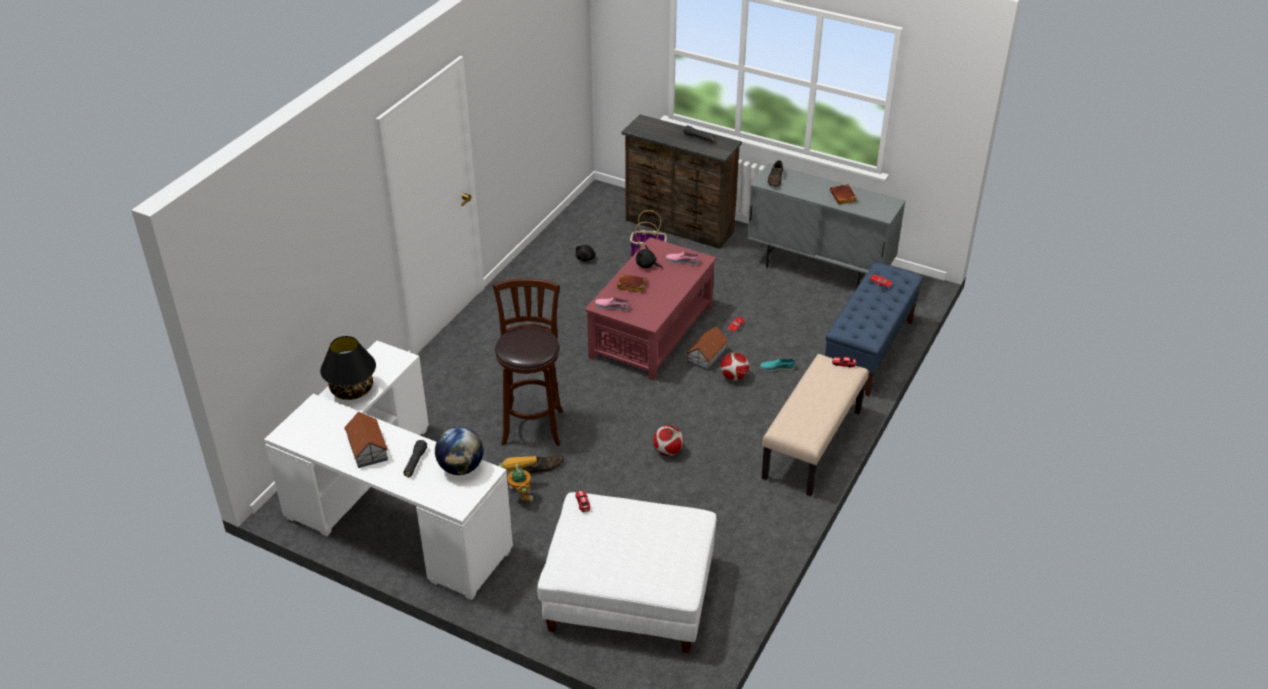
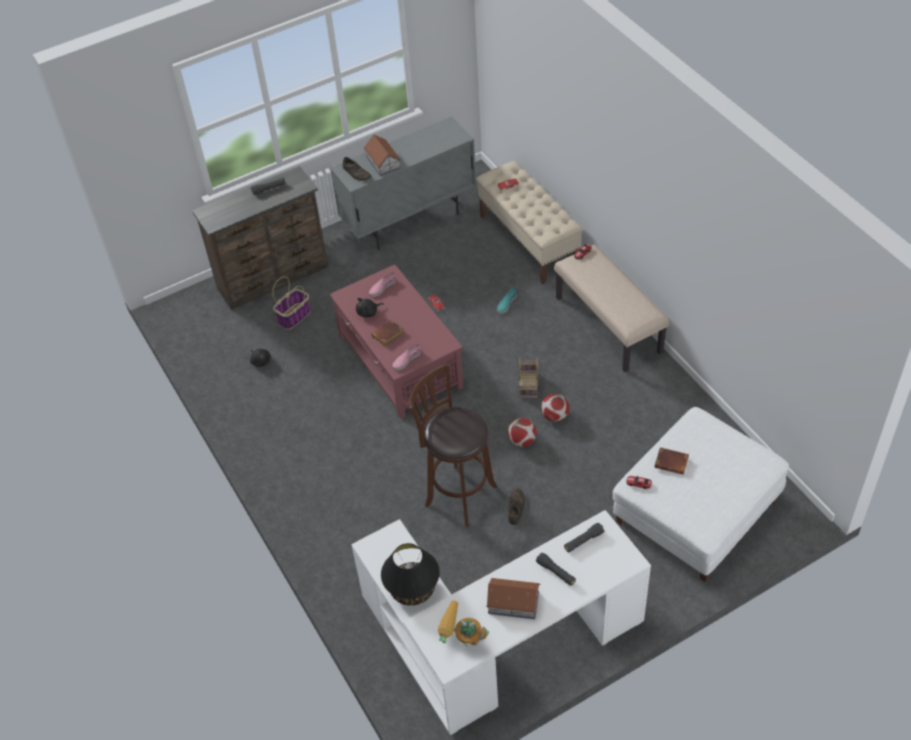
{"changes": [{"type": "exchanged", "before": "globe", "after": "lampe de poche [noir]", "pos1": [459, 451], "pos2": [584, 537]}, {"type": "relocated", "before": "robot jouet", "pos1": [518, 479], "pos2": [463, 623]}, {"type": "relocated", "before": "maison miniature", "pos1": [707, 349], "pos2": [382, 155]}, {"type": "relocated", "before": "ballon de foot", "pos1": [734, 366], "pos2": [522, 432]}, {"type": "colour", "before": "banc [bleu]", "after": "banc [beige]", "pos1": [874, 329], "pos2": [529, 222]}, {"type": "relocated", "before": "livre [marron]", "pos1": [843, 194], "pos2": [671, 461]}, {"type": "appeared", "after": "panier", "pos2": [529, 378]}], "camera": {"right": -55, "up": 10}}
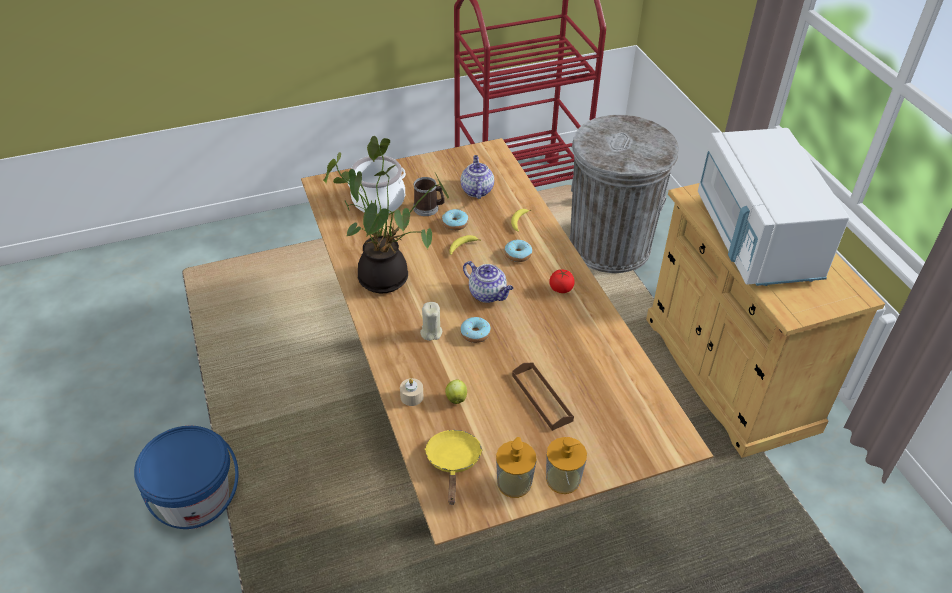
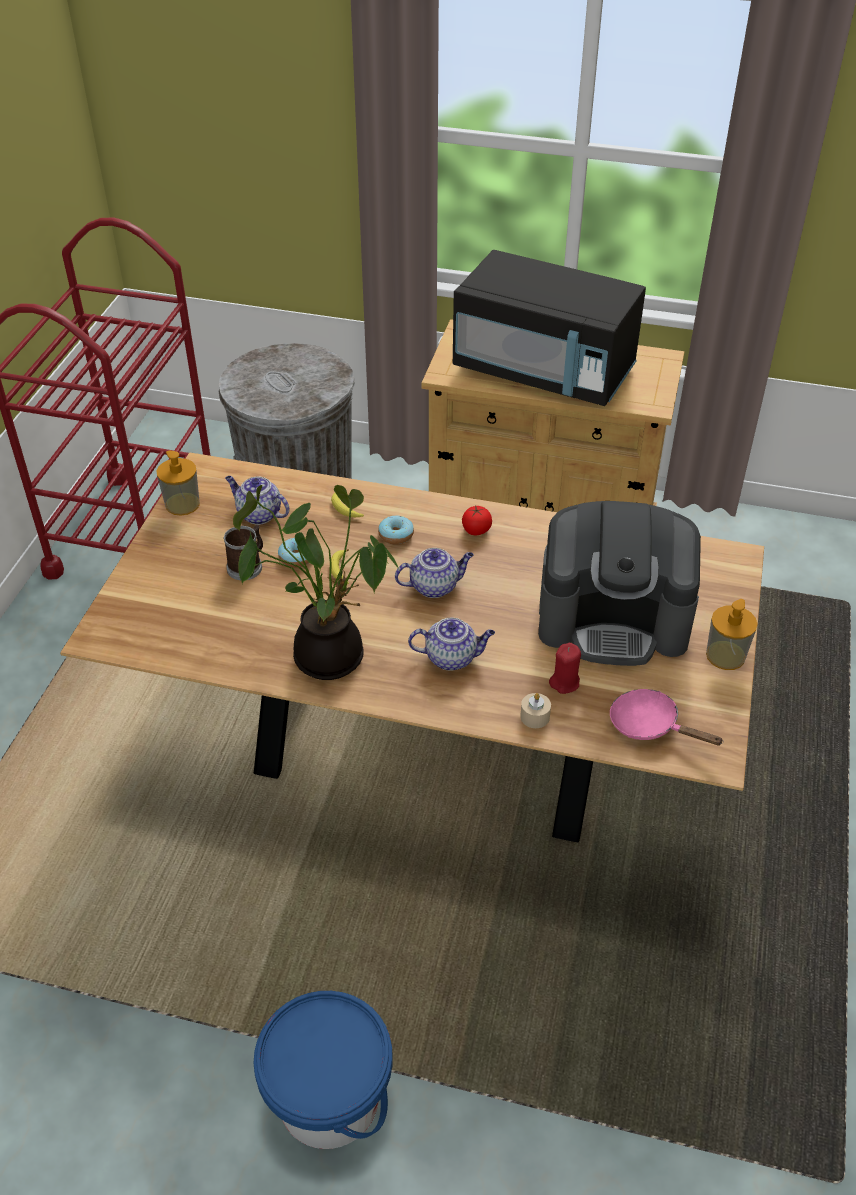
{"changes": [{"type": "missing", "before": "marmite", "pos1": [377, 184]}, {"type": "exchanged", "before": "bougie [beige]", "after": "théière", "pos1": [431, 321], "pos2": [451, 644]}, {"type": "colour", "before": "poêle [jaune]", "after": "poêle [rose]", "pos1": [454, 467], "pos2": [667, 717]}, {"type": "exchanged", "before": "pomme", "after": "bougie [rouge]", "pos1": [456, 392], "pos2": [565, 668]}, {"type": "missing", "before": "beignet", "pos1": [475, 330]}, {"type": "relocated", "before": "distributeur de savon", "pos1": [516, 467], "pos2": [178, 483]}, {"type": "exchanged", "before": "plateau [marron]", "after": "machine à café", "pos1": [543, 396], "pos2": [619, 583]}, {"type": "colour", "before": "micro-ondes [blanc]", "after": "micro-ondes [noir]", "pos1": [773, 207], "pos2": [549, 328]}], "camera": {"right": -55, "up": 0}}
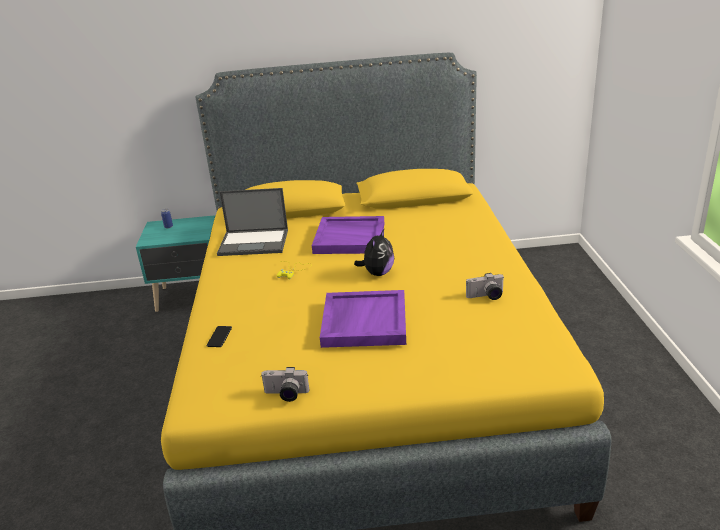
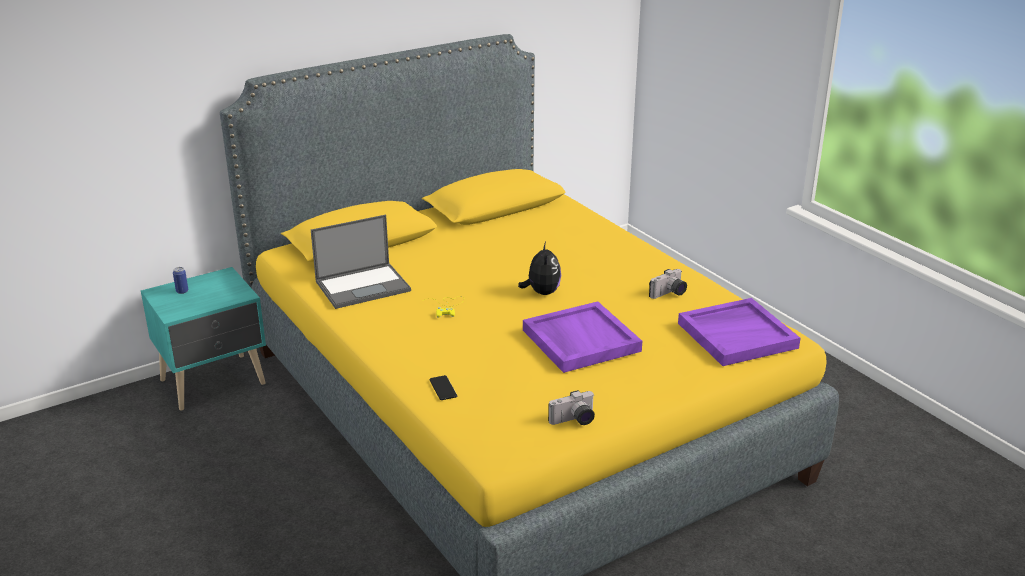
{"changes": [{"type": "relocated", "before": "plateau [violet]", "pos1": [348, 235], "pos2": [739, 332]}], "camera": {"right": -30, "up": 0}}
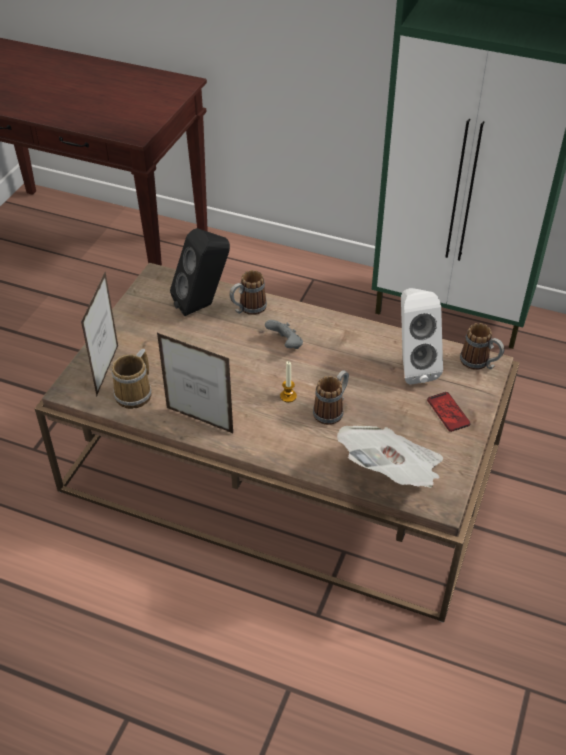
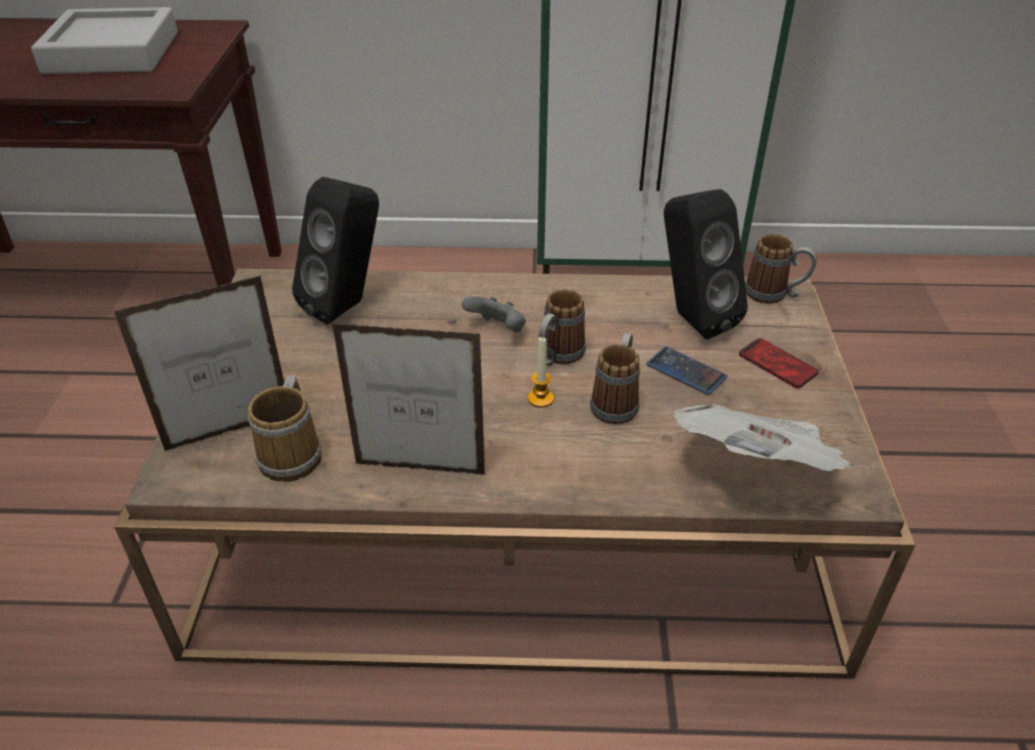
{"changes": [{"type": "spun", "before": "cadre photo", "pos1": [99, 334], "pos2": [199, 363], "turn": -105}, {"type": "relocated", "before": "mug", "pos1": [248, 292], "pos2": [562, 328]}, {"type": "colour", "before": "enceinte [blanc]", "after": "enceinte [noir]", "pos1": [422, 336], "pos2": [706, 264]}, {"type": "appeared", "after": "plateau [gris]", "pos2": [104, 40]}, {"type": "appeared", "after": "téléphone", "pos2": [686, 370]}], "camera": {"right": -20, "up": -5}}
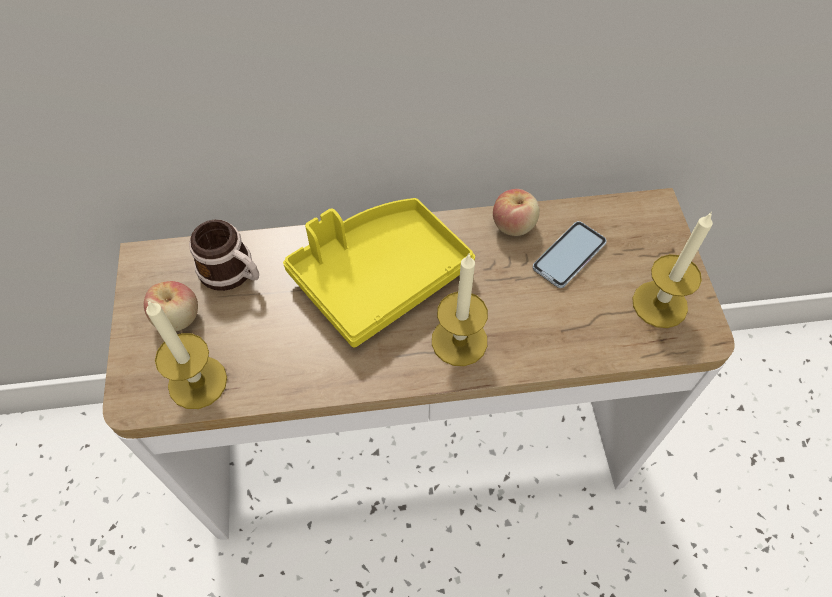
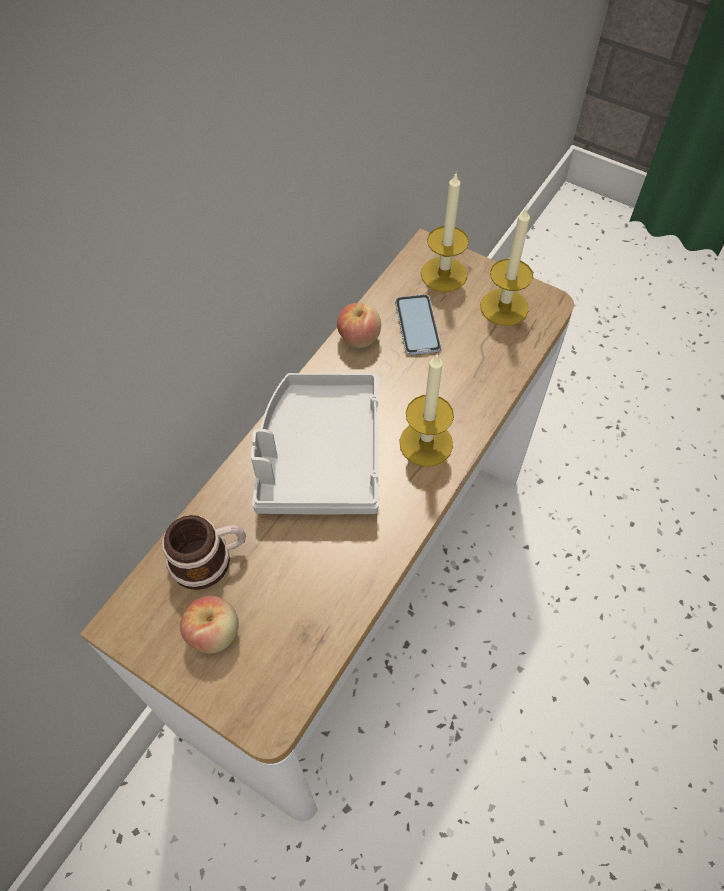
{"changes": [{"type": "relocated", "before": "bougie", "pos1": [186, 354], "pos2": [445, 233]}, {"type": "colour", "before": "plateau [jaune]", "after": "plateau [gris]", "pos1": [379, 273], "pos2": [315, 443]}], "camera": {"right": -50, "up": 0}}
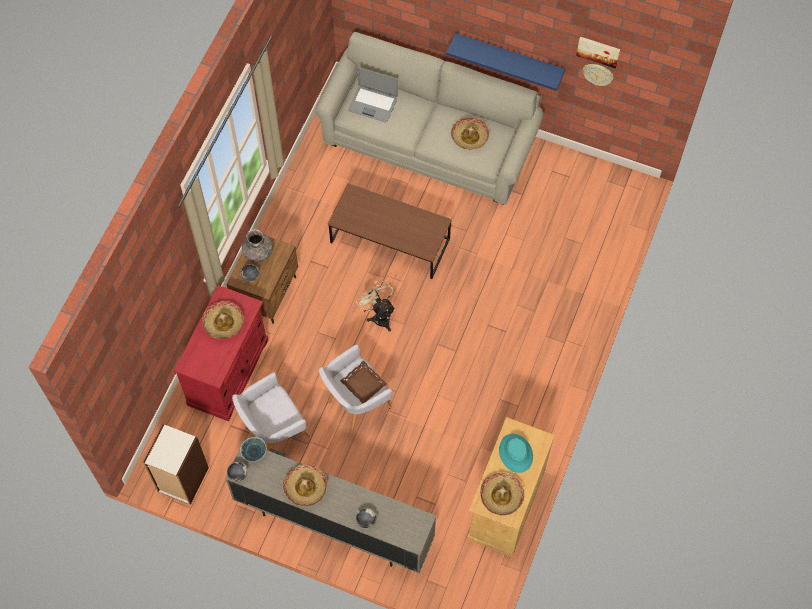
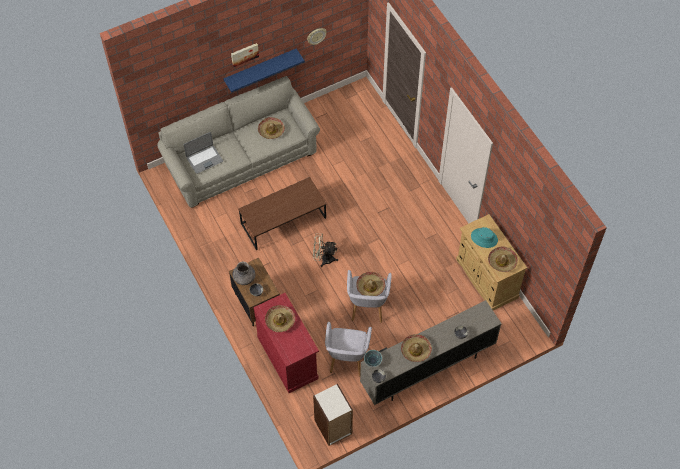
{"changes": [{"type": "exchanged", "before": "plateau [marron]", "after": "chapeau", "pos1": [363, 382], "pos2": [370, 284]}, {"type": "relocated", "before": "tableau", "pos1": [598, 52], "pos2": [245, 55]}], "camera": {"right": -50, "up": -5}}
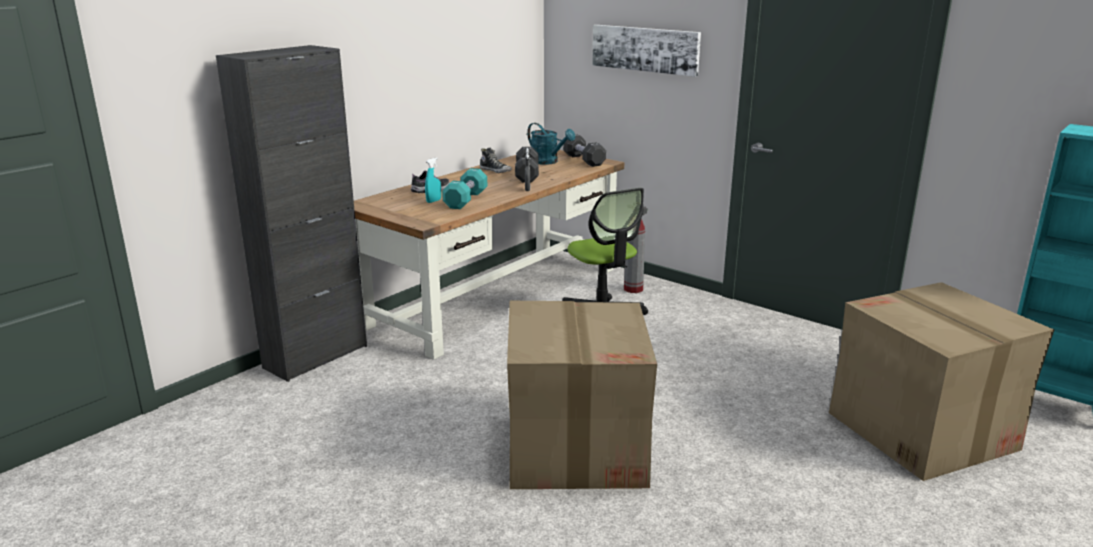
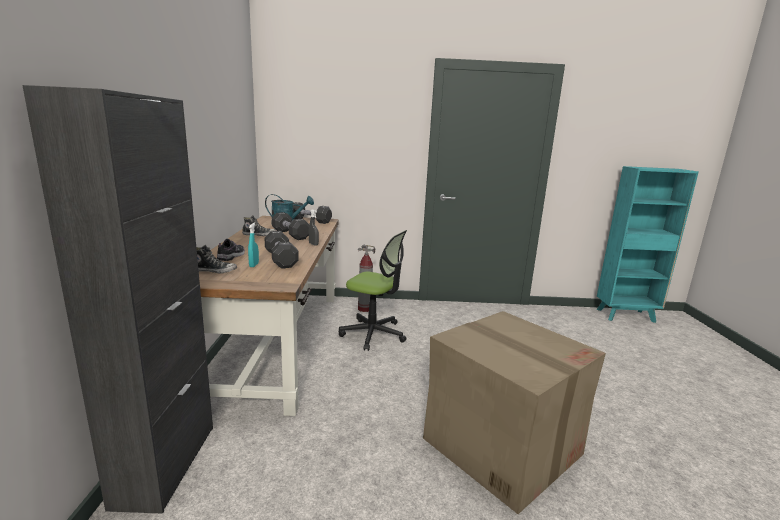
{"changes": [{"type": "colour", "before": "haltère [turquoise]", "after": "haltère [noir]", "pos1": [464, 188], "pos2": [281, 250]}, {"type": "missing", "before": "tableau", "pos1": [646, 51]}, {"type": "missing", "before": "carton", "pos1": [941, 381]}, {"type": "appeared", "after": "chaussure", "pos2": [216, 259]}], "camera": {"right": -40, "up": -5}}
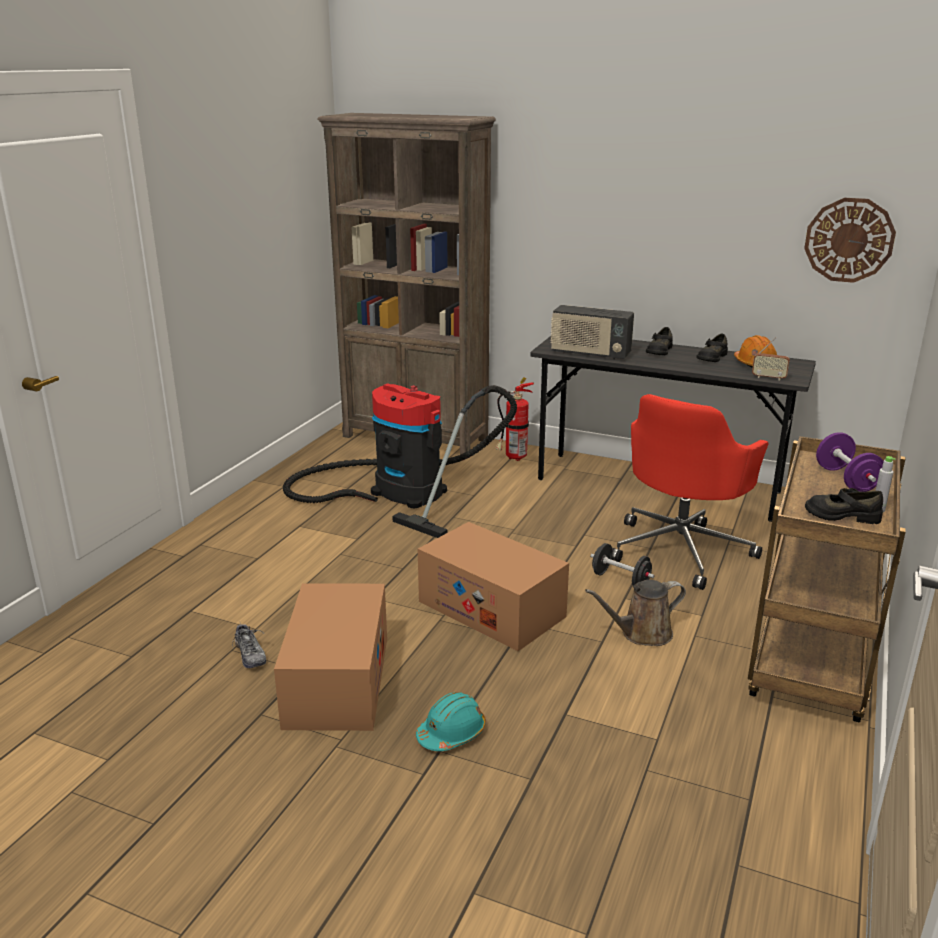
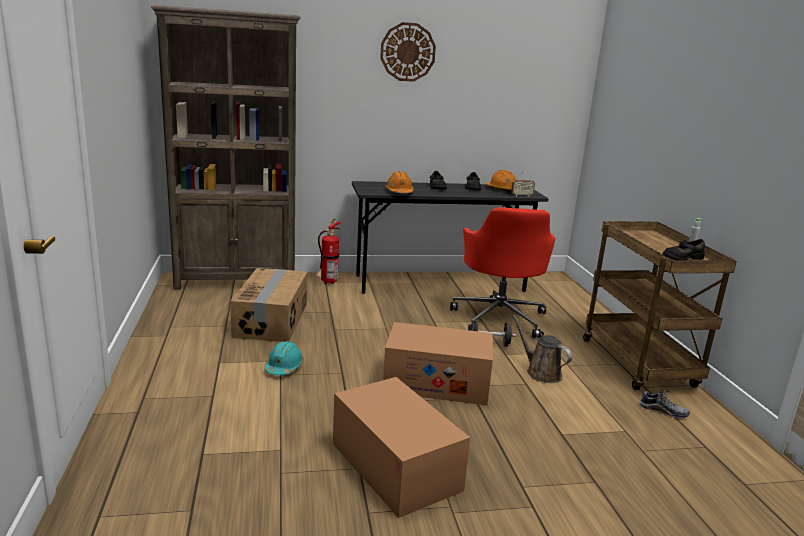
{"changes": [{"type": "relocated", "before": "chaussure", "pos1": [249, 645], "pos2": [665, 403]}, {"type": "exchanged", "before": "aspirateur", "after": "carton", "pos1": [400, 460], "pos2": [268, 305]}, {"type": "relocated", "before": "casque de chantier [turquoise]", "pos1": [451, 721], "pos2": [284, 358]}, {"type": "exchanged", "before": "radio", "after": "casque de chantier [orange]", "pos1": [592, 332], "pos2": [400, 182]}, {"type": "spun", "before": "arrosoir [marron]", "pos1": [635, 613], "pos2": [542, 349], "turn": 105}, {"type": "relocated", "before": "horloge murale", "pos1": [850, 240], "pos2": [408, 52]}, {"type": "missing", "before": "haltère [violet]", "pos1": [850, 462]}], "camera": {"right": -35, "up": -5}}
